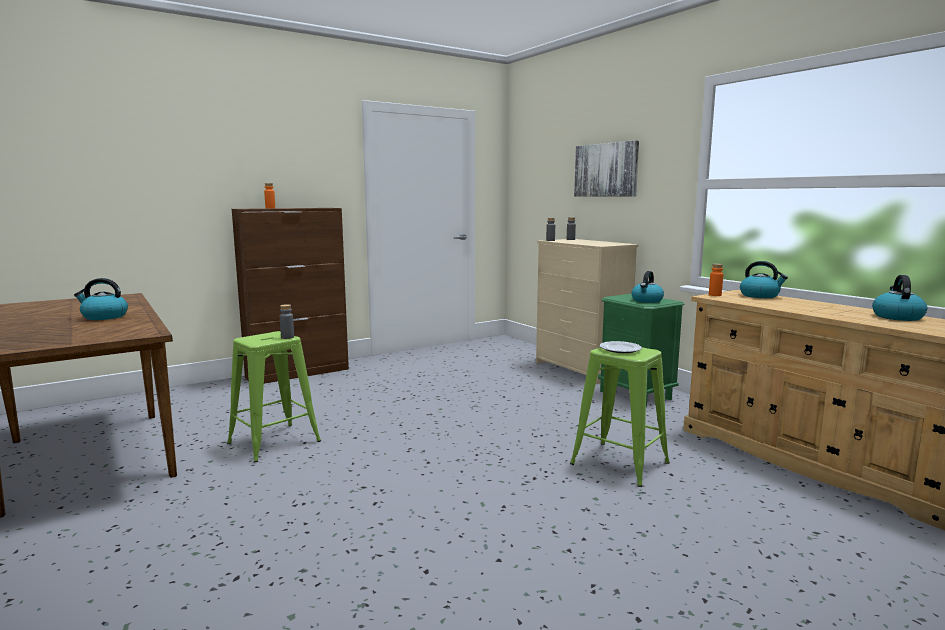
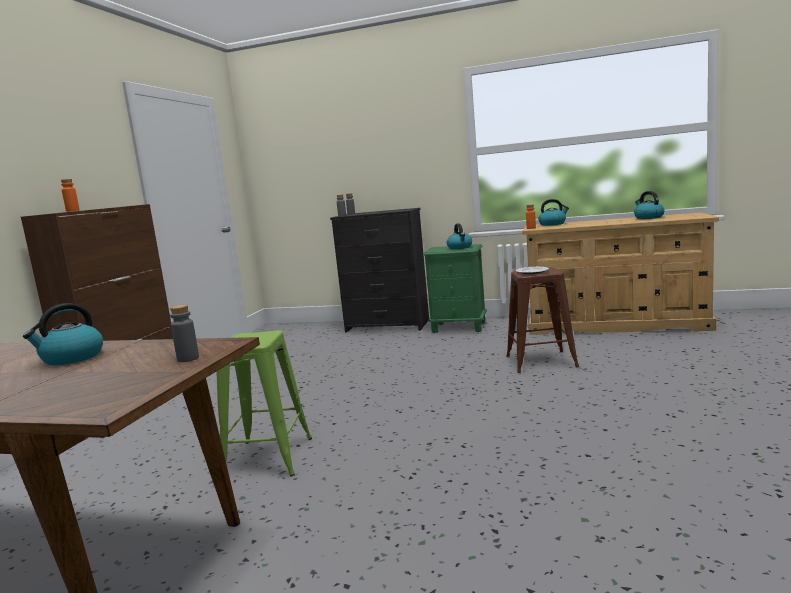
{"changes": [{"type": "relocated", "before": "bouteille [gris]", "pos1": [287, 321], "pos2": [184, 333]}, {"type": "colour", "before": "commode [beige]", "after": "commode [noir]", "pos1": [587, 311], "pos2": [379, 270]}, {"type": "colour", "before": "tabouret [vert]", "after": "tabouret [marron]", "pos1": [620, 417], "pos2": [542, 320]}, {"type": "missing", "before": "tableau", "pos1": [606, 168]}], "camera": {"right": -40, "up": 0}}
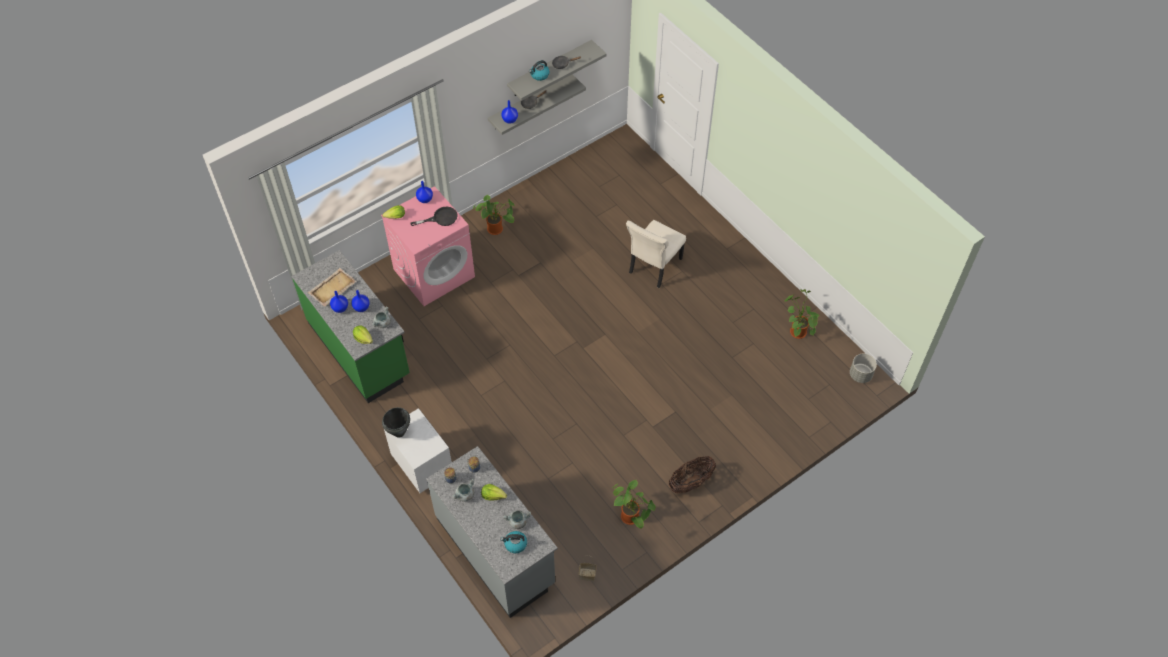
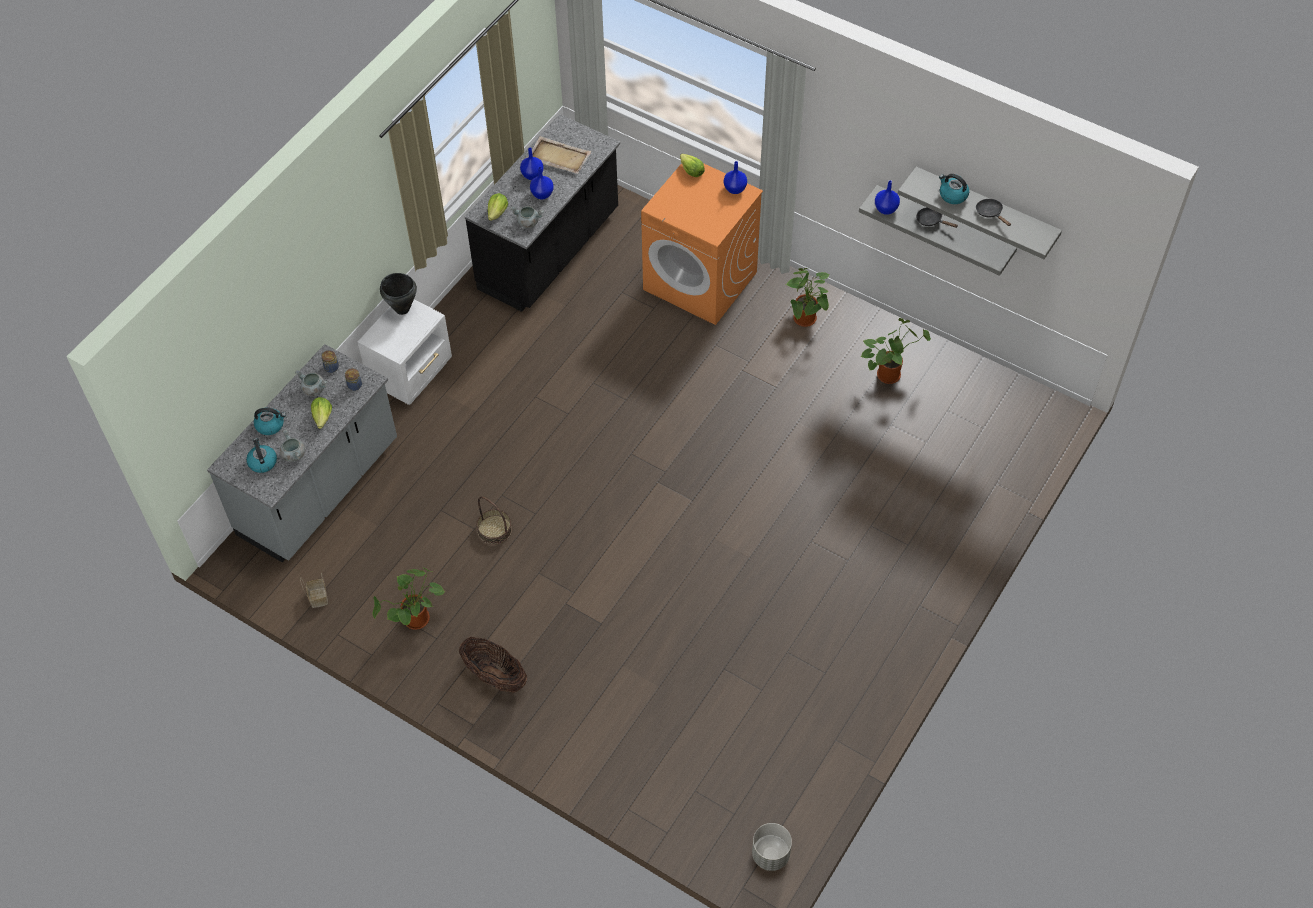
{"changes": [{"type": "colour", "before": "comptoir de cuisine [vert]", "after": "comptoir de cuisine [noir]", "pos1": [351, 326], "pos2": [542, 213]}, {"type": "colour", "before": "lave-linge [rose]", "after": "lave-linge [orange]", "pos1": [428, 246], "pos2": [702, 244]}, {"type": "missing", "before": "poêle [noir]", "pos1": [434, 216]}, {"type": "missing", "before": "chaise [beige]", "pos1": [656, 254]}, {"type": "relocated", "before": "plante en pot", "pos1": [802, 314], "pos2": [895, 351]}, {"type": "appeared", "after": "bouilloire", "pos2": [270, 421]}, {"type": "appeared", "after": "panier", "pos2": [494, 520]}], "camera": {"right": 70, "up": 0}}
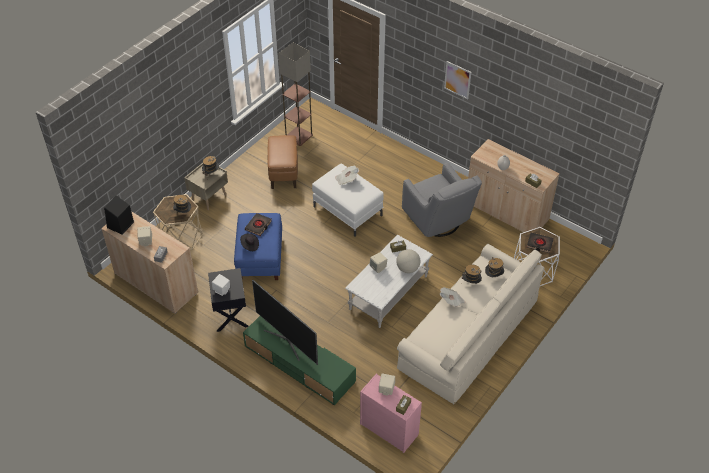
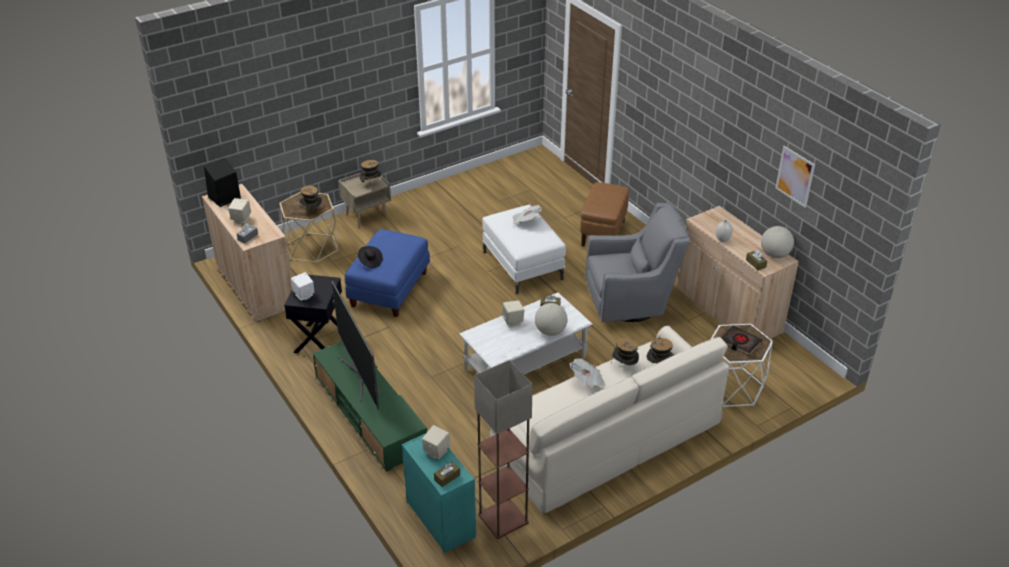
{"changes": [{"type": "missing", "before": "livre [noir]", "pos1": [258, 224]}, {"type": "relocated", "before": "pouf [marron]", "pos1": [282, 162], "pos2": [604, 214]}, {"type": "relocated", "before": "lampadaire", "pos1": [295, 94], "pos2": [503, 449]}, {"type": "colour", "before": "commode [rose]", "after": "commode [turquoise]", "pos1": [391, 413], "pos2": [439, 493]}, {"type": "spun", "before": "fauteuil [gris]", "pos1": [442, 199], "pos2": [637, 262], "turn": -90}, {"type": "relocated", "before": "tableau", "pos1": [457, 80], "pos2": [795, 177]}, {"type": "appeared", "after": "globe", "pos2": [777, 242]}], "camera": {"right": 20, "up": -10}}
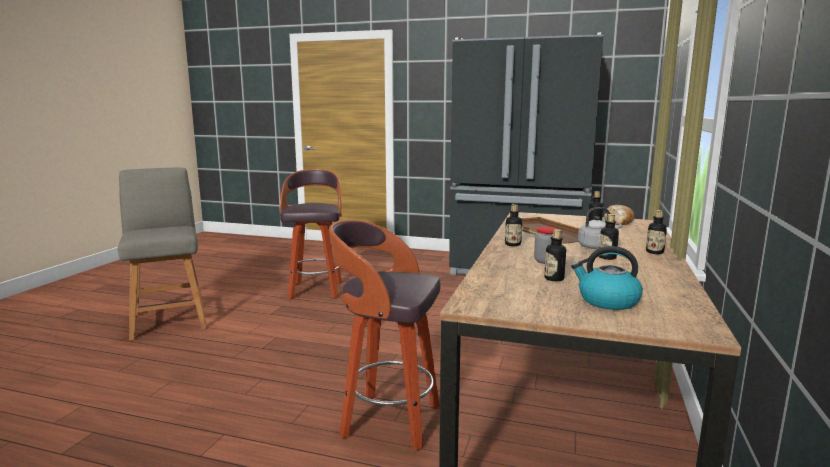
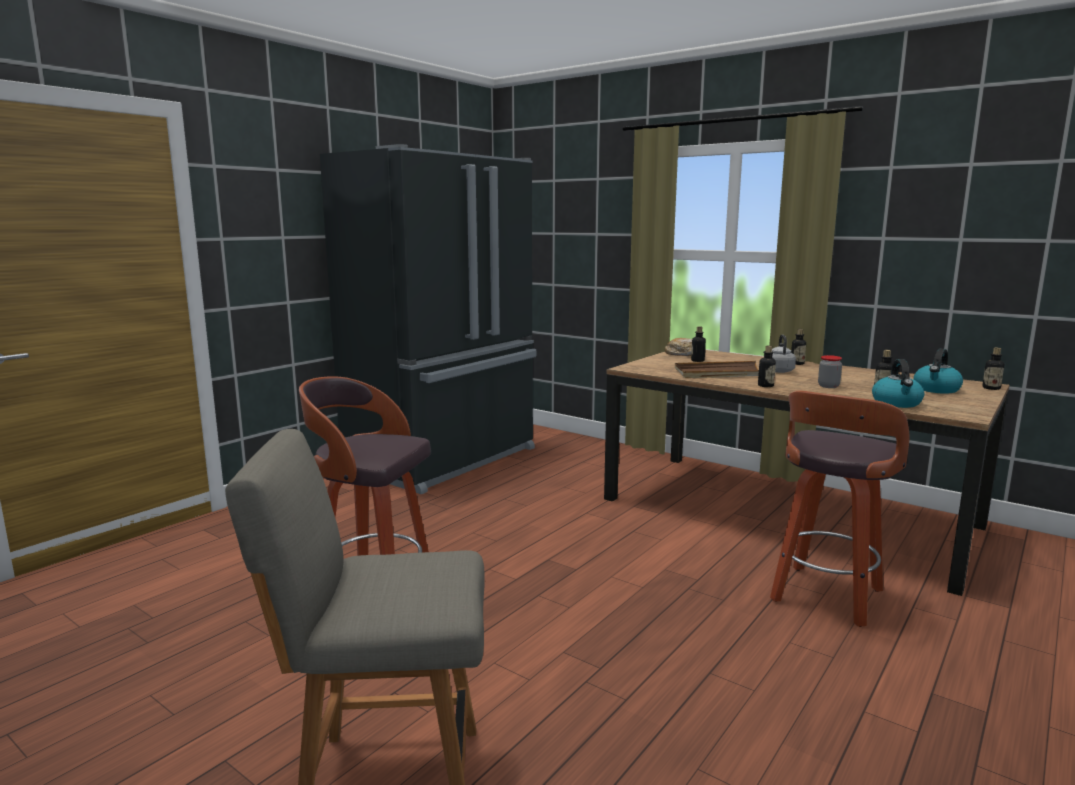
{"changes": [{"type": "relocated", "before": "bouteille", "pos1": [609, 237], "pos2": [993, 369]}, {"type": "appeared", "after": "bouilloire", "pos2": [898, 383]}], "camera": {"right": -70, "up": 0}}
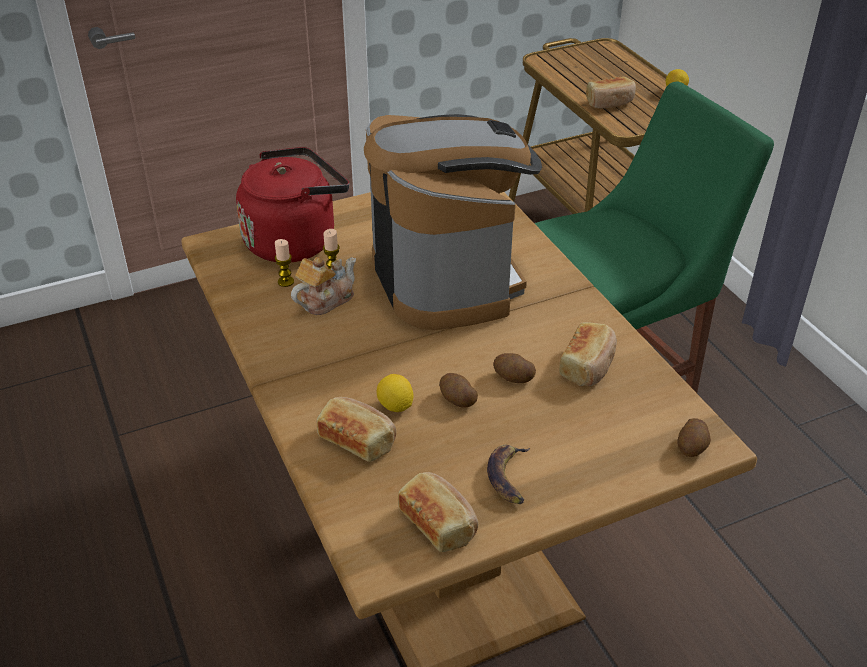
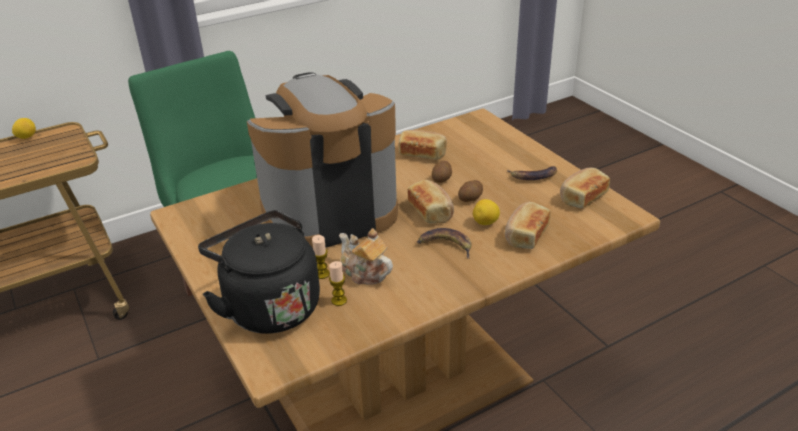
{"changes": [{"type": "colour", "before": "bouilloire [rouge]", "after": "bouilloire [noir]", "pos1": [292, 204], "pos2": [259, 272]}, {"type": "relocated", "before": "pain", "pos1": [611, 92], "pos2": [430, 202]}, {"type": "missing", "before": "pomme de terre", "pos1": [694, 437]}, {"type": "appeared", "after": "banane", "pos2": [444, 243]}], "camera": {"right": -95, "up": -5}}
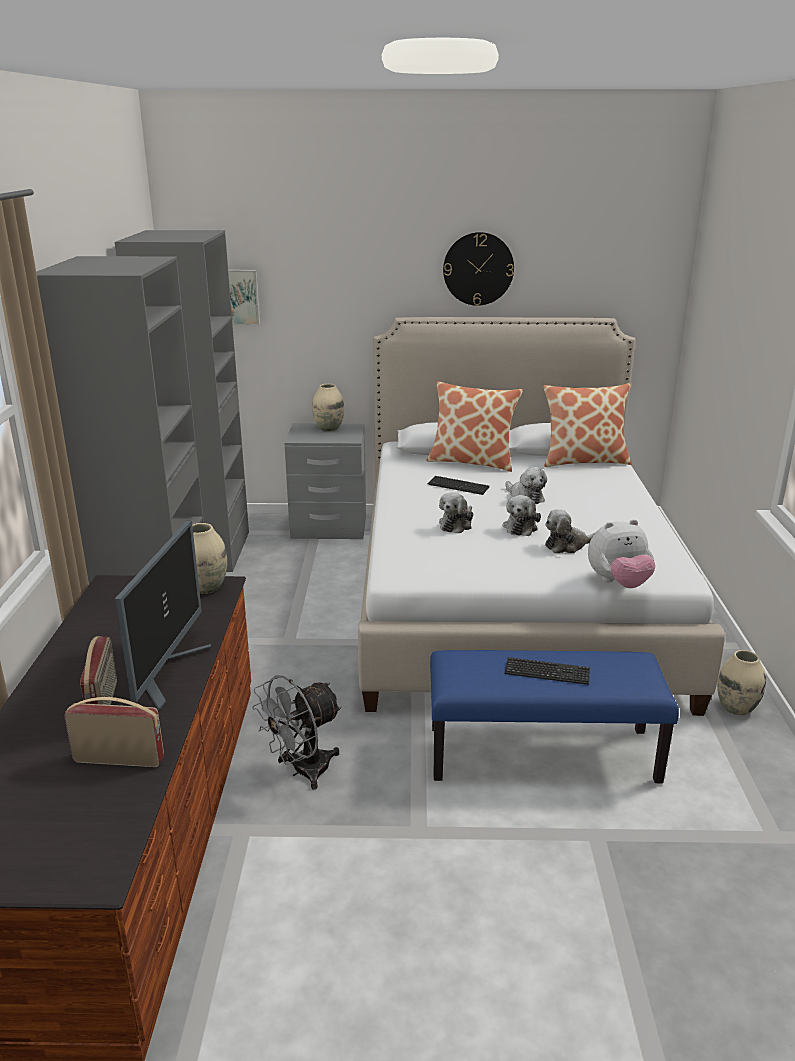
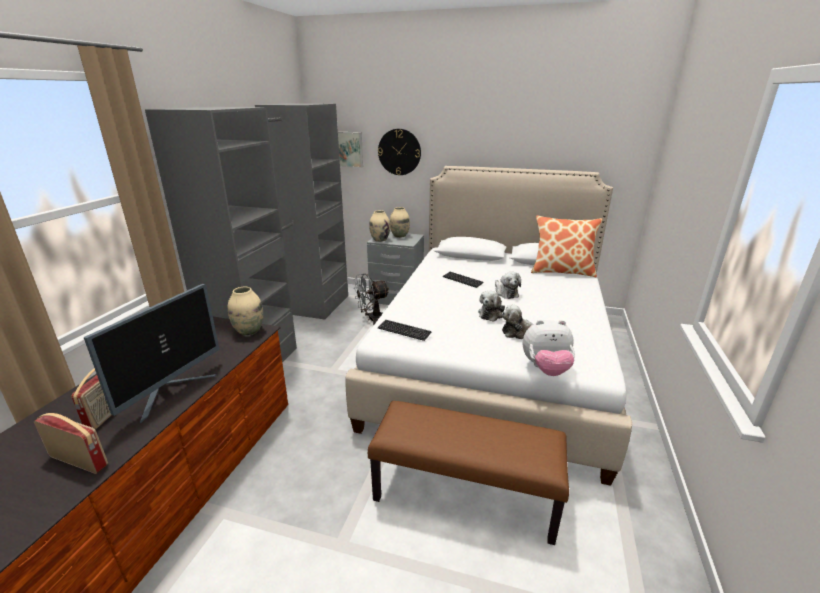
{"changes": [{"type": "relocated", "before": "ventilateur [gris]", "pos1": [297, 732], "pos2": [371, 299]}, {"type": "missing", "before": "coussin", "pos1": [474, 426]}, {"type": "colour", "before": "banc [bleu]", "after": "banc [marron]", "pos1": [554, 716], "pos2": [468, 473]}, {"type": "missing", "before": "peluche", "pos1": [456, 512]}, {"type": "relocated", "before": "horloge murale", "pos1": [478, 269], "pos2": [399, 152]}, {"type": "relocated", "before": "clavier", "pos1": [547, 671], "pos2": [405, 330]}, {"type": "relocated", "before": "vase [beige]", "pos1": [741, 682], "pos2": [379, 226]}], "camera": {"right": 15, "up": 0}}
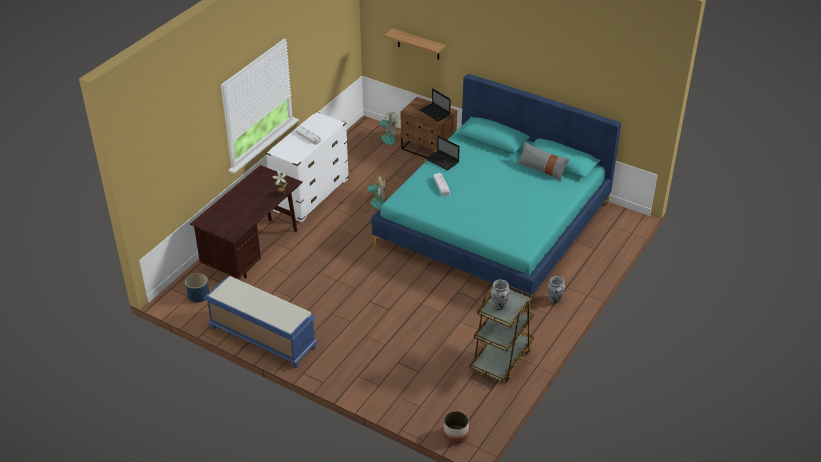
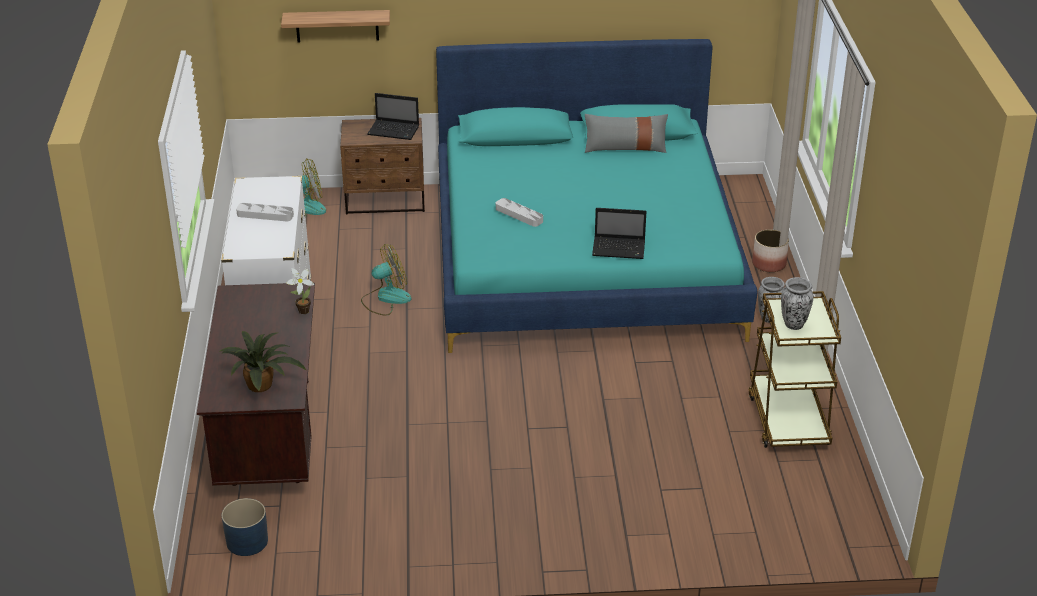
{"changes": [{"type": "missing", "before": "banc [bleu]", "pos1": [261, 322]}, {"type": "relocated", "before": "ordinateur portable", "pos1": [443, 153], "pos2": [619, 233]}, {"type": "relocated", "before": "cache-pot", "pos1": [456, 427], "pos2": [770, 250]}, {"type": "appeared", "after": "plante en pot", "pos2": [263, 361]}], "camera": {"right": -35, "up": -5}}
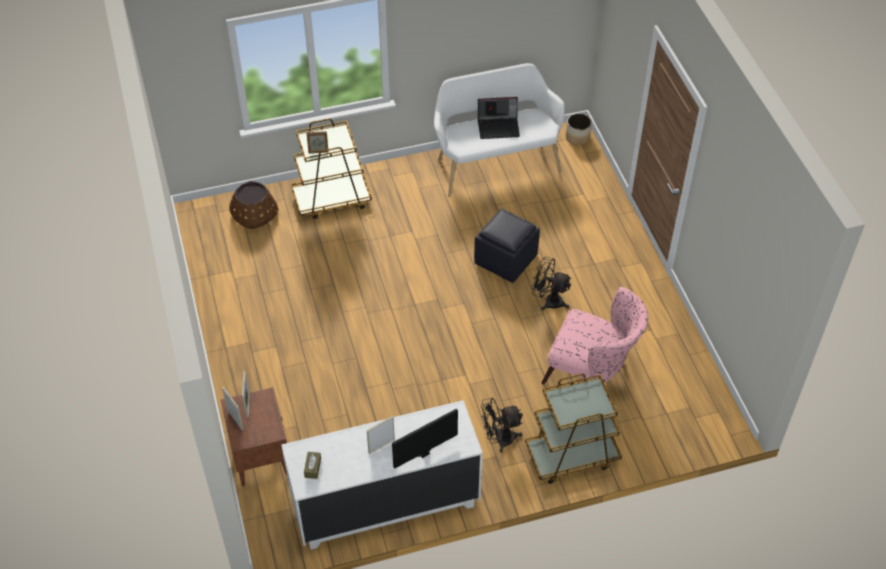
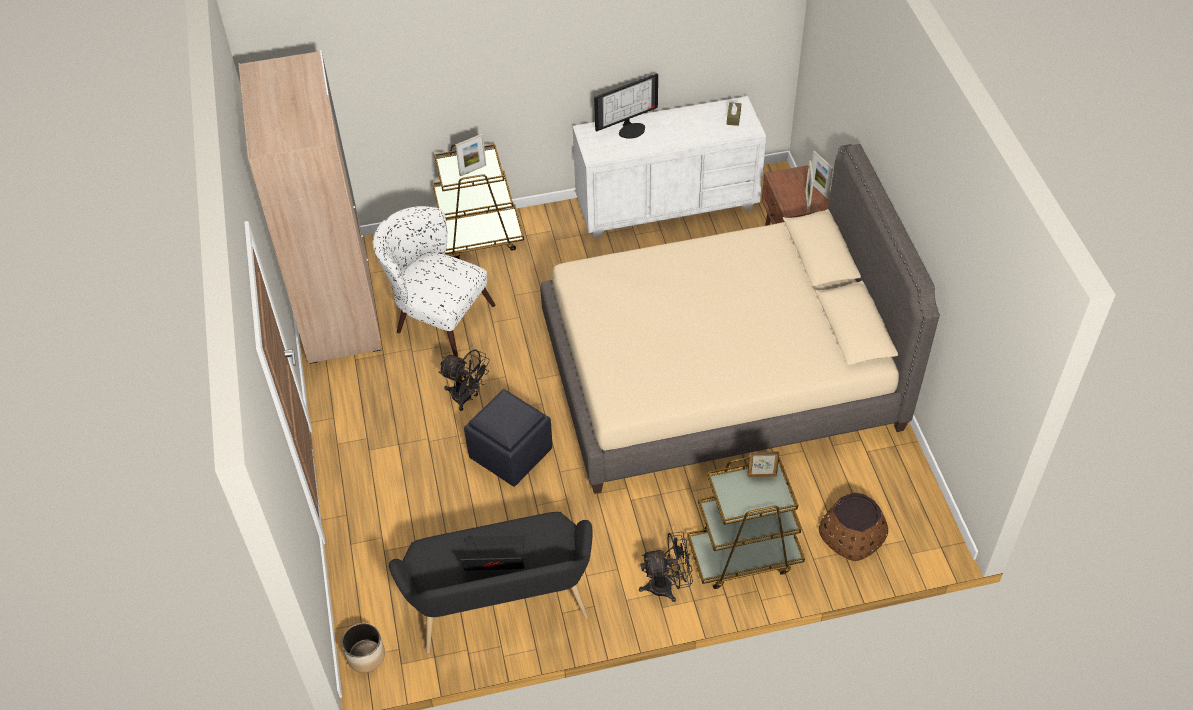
{"changes": [{"type": "relocated", "before": "cadre photo", "pos1": [381, 435], "pos2": [470, 155]}, {"type": "colour", "before": "banc [blanc]", "after": "banc [noir]", "pos1": [499, 130], "pos2": [491, 582]}, {"type": "relocated", "before": "ventilateur [noir]", "pos1": [502, 425], "pos2": [666, 567]}, {"type": "colour", "before": "fauteuil [rose]", "after": "fauteuil [blanc]", "pos1": [594, 336], "pos2": [434, 281]}, {"type": "appeared", "after": "armoire [beige]", "pos2": [309, 207]}, {"type": "appeared", "after": "lit [beige]", "pos2": [740, 319]}], "camera": {"right": -175, "up": 0}}
